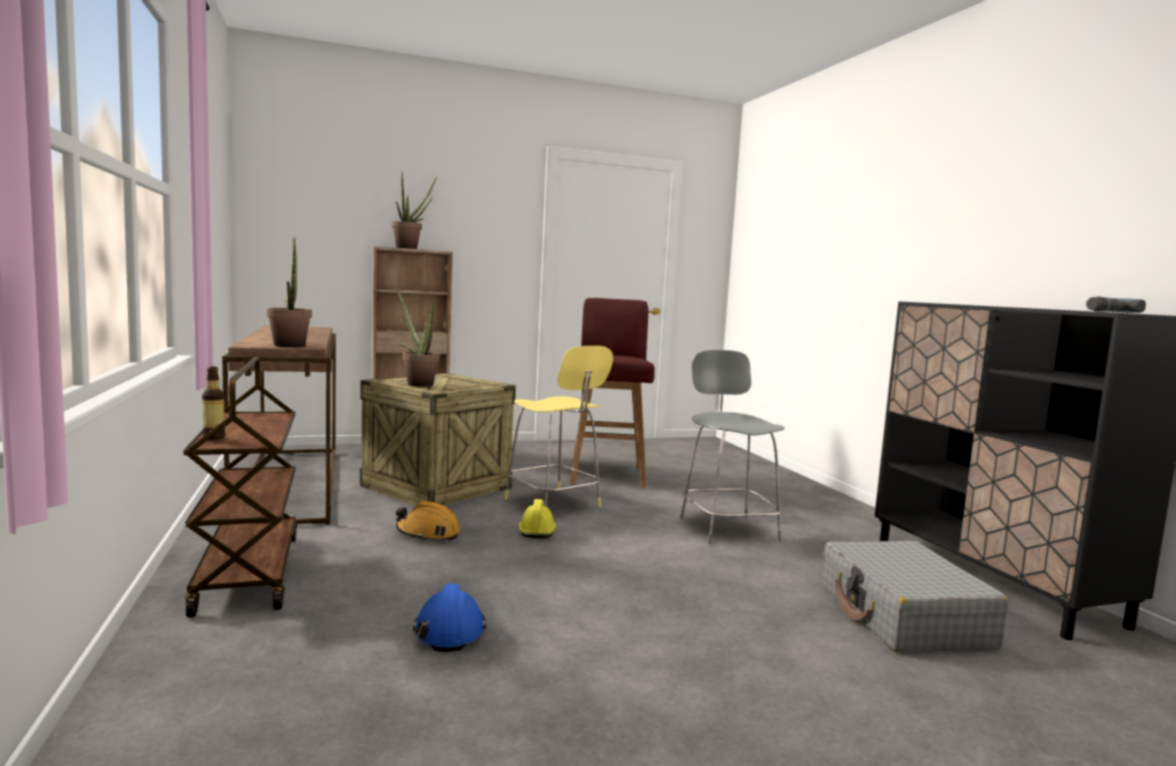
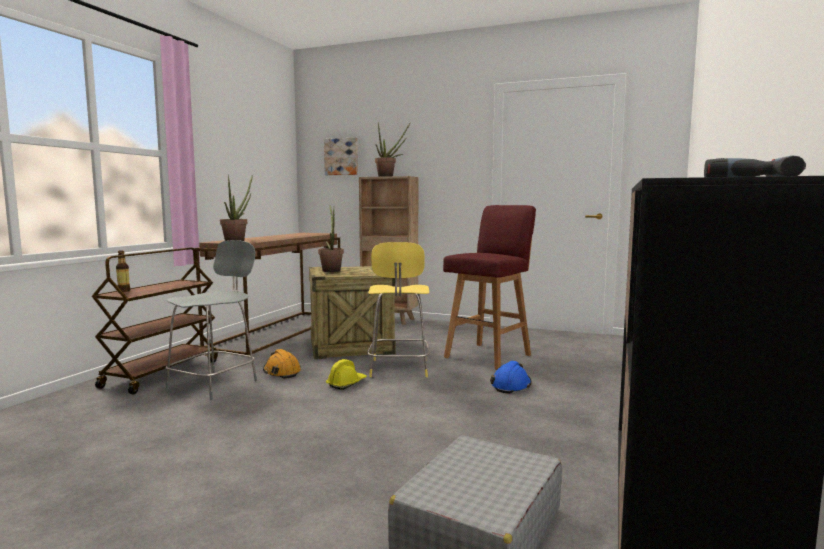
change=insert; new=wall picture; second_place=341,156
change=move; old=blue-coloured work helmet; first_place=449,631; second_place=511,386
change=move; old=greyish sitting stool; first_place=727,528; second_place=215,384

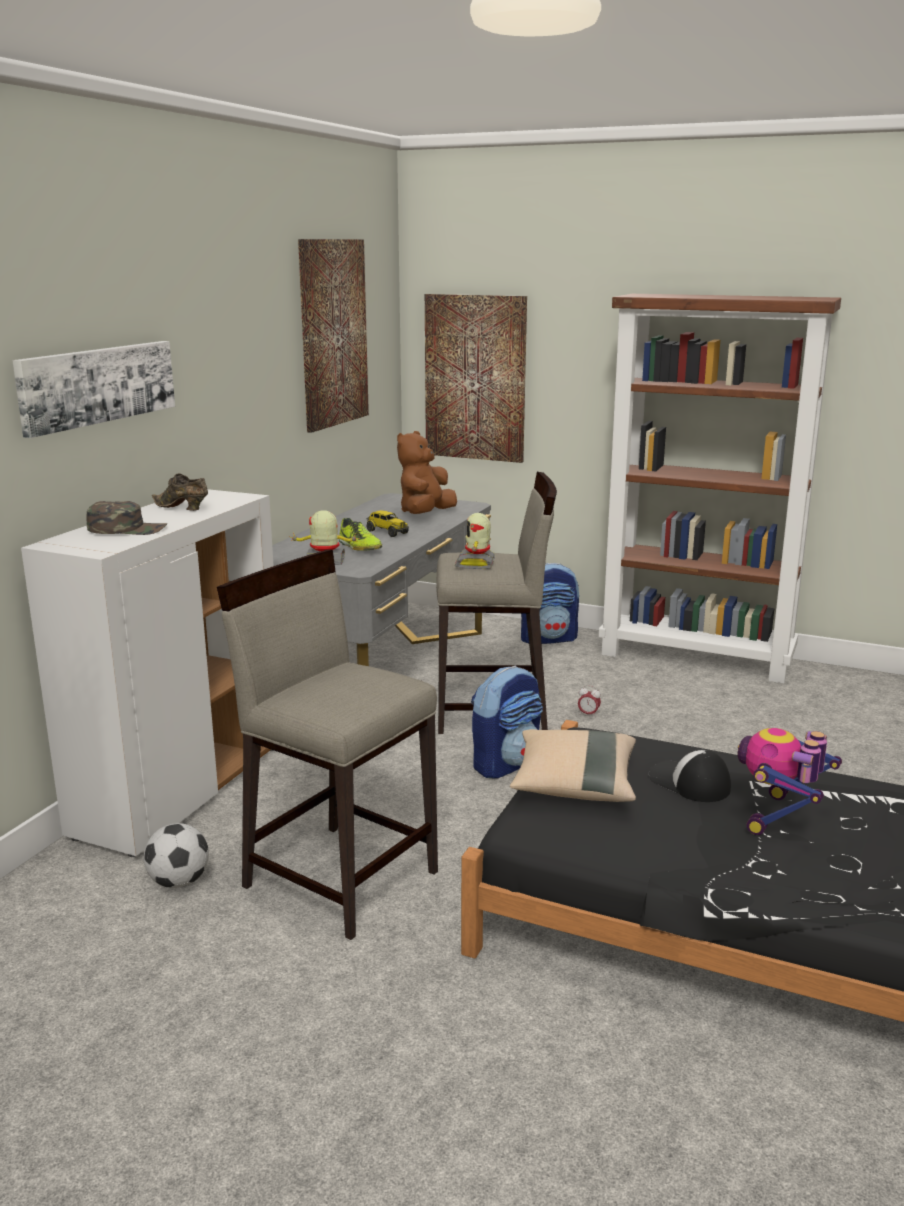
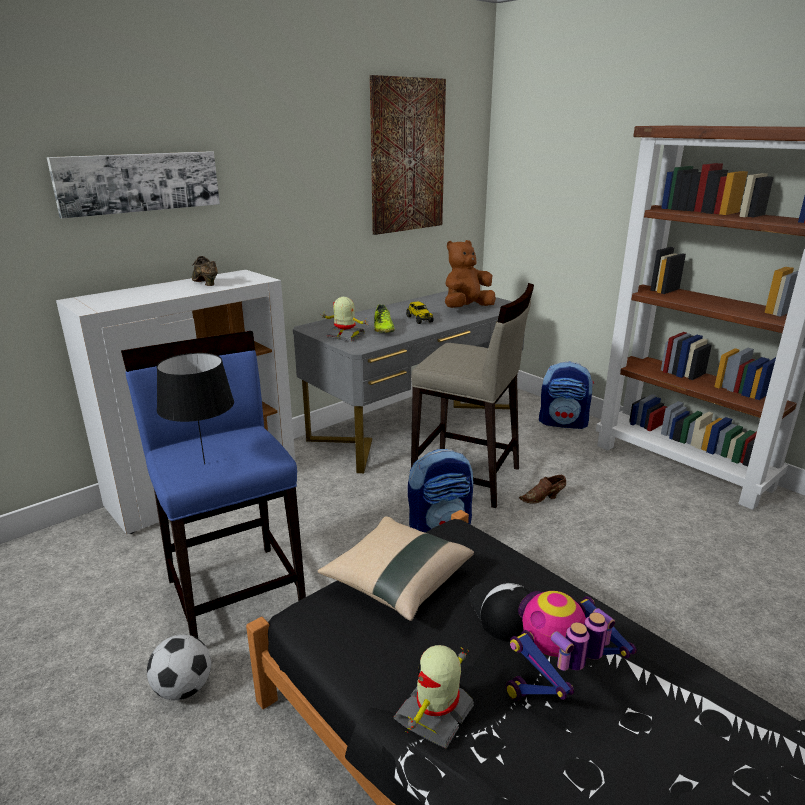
change=delete; old=green-coloured cap; first_place=127,529
change=delete; old=wall picture; first_place=475,378
change=insert; new=black-coloured lamp for a table; second_place=204,463
change=move; old=ball for football; first_place=179,882; second_place=183,688
change=move; old=robot figure; first_place=476,563; second_place=436,715
change=replace; old=bedside clock; new=brown item of footwear; first_place=588,714; second_place=543,498
change=recolor; old=sand-coloured sitting stool; new=blue-coloured sitting stool; first_place=340,877; second_place=236,594

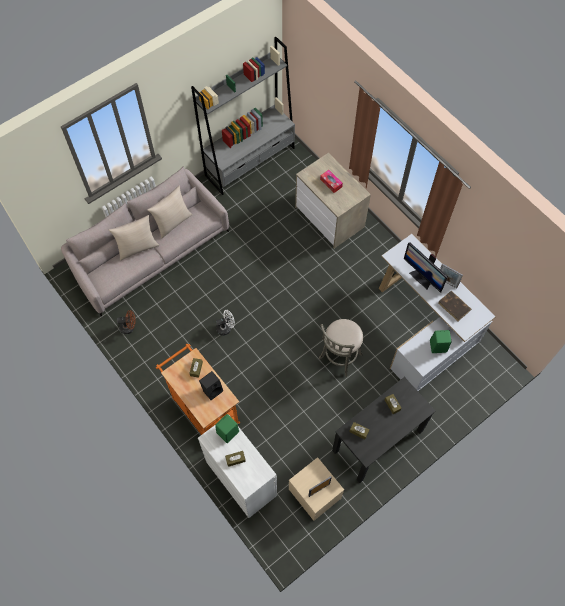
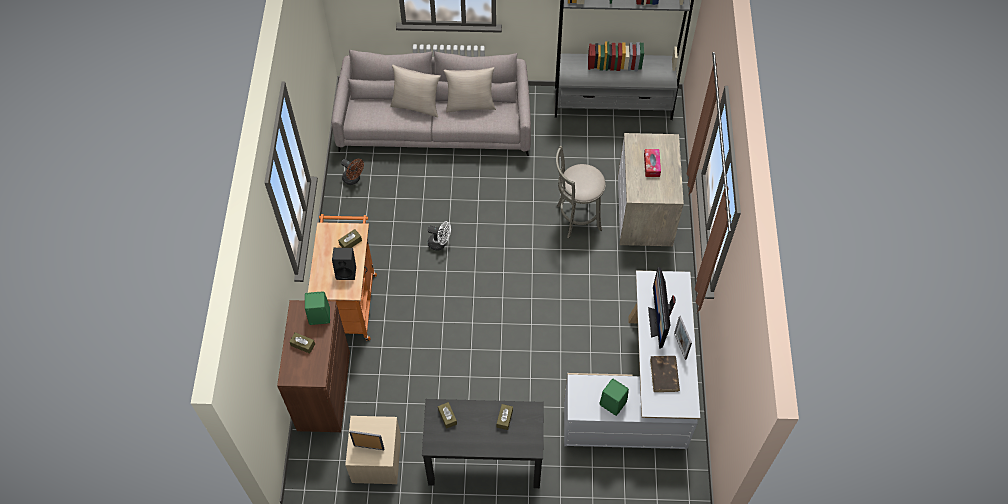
change=move; old=greyish sitting stool; first_place=339,358; second_place=576,218
change=recolor; old=white-coloured cupboard; new=brown cupboard; first_place=241,478; second_place=323,390

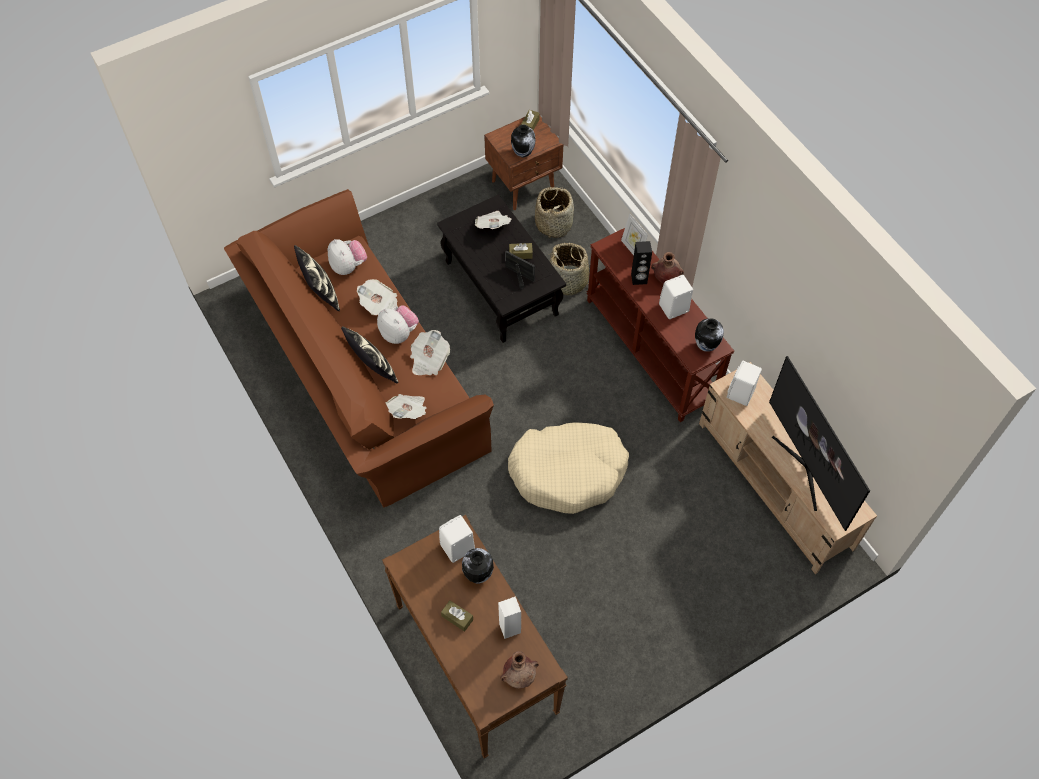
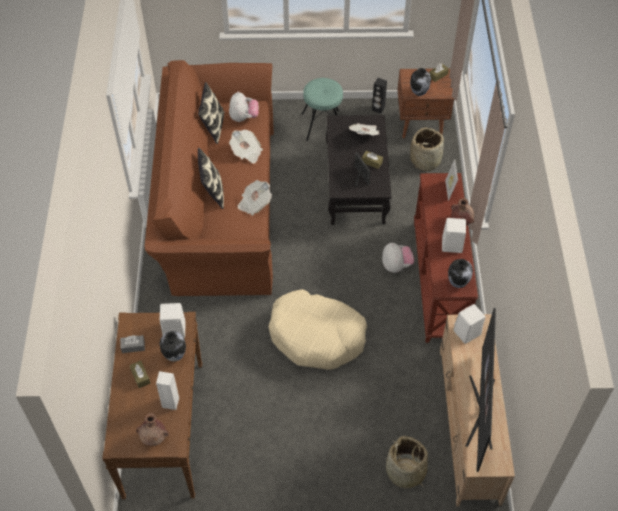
change=delete; old=daily paper; first_place=408,411
change=insert; new=greyish tissue box; second_place=133,346
change=insert; new=turquoise sitting stool; second_place=322,125
change=move; old=plush toy; first_place=399,333; second_place=396,266
change=move; old=basket; first_place=568,281; second_place=405,471
change=move; old=black-coloured loudspeaker; first_place=639,279; second_place=378,109

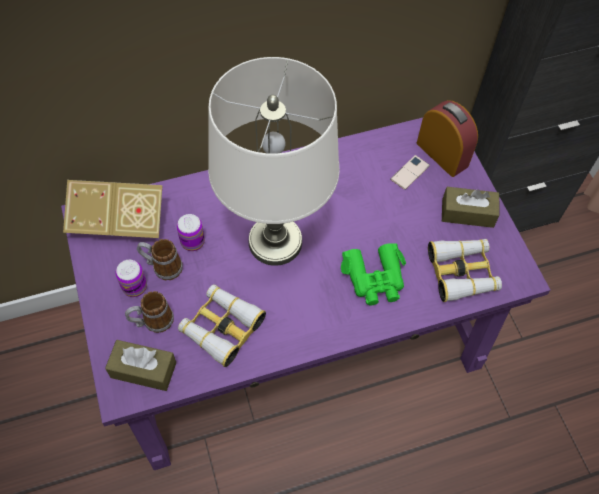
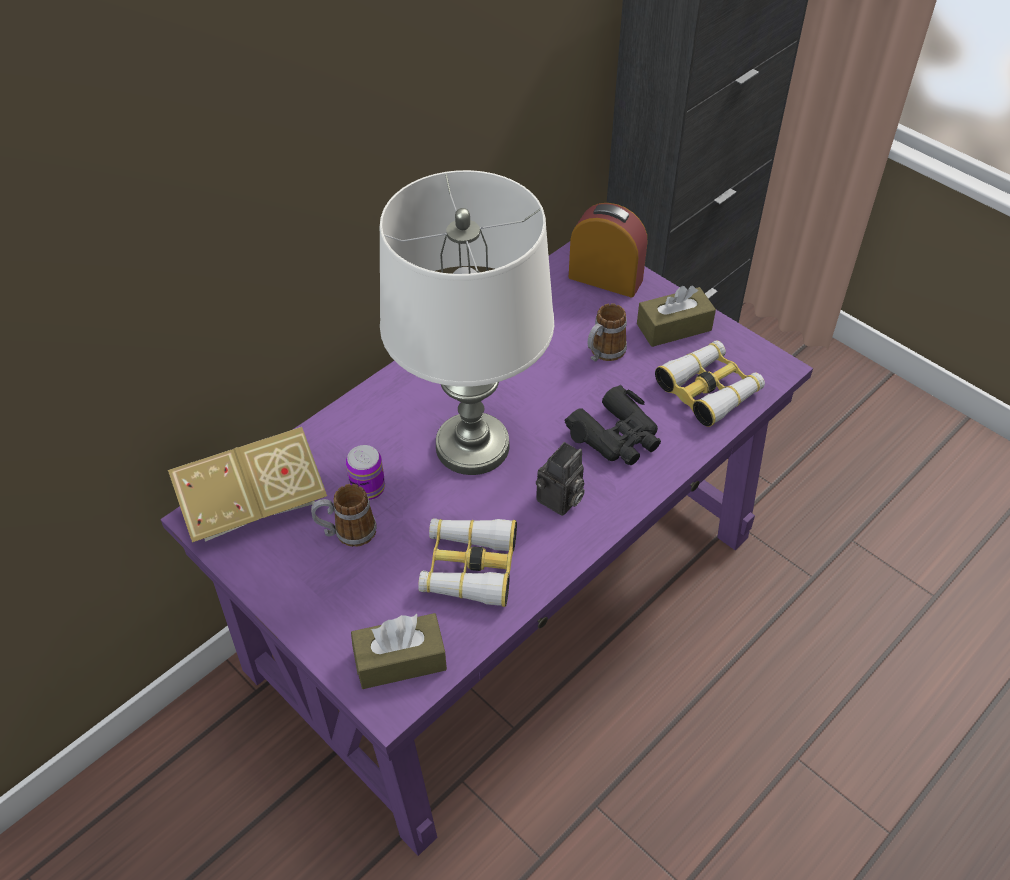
change=delete; old=sealed can; first_place=134,286
change=delete; old=handset; first_place=410,172
change=insert; new=still camera; second_place=560,501
change=move; old=mug; first_place=152,322; second_place=603,353
change=recolor; old=green-coloured binoculars; new=black-coloured binoculars; first_place=375,279; second_place=617,436

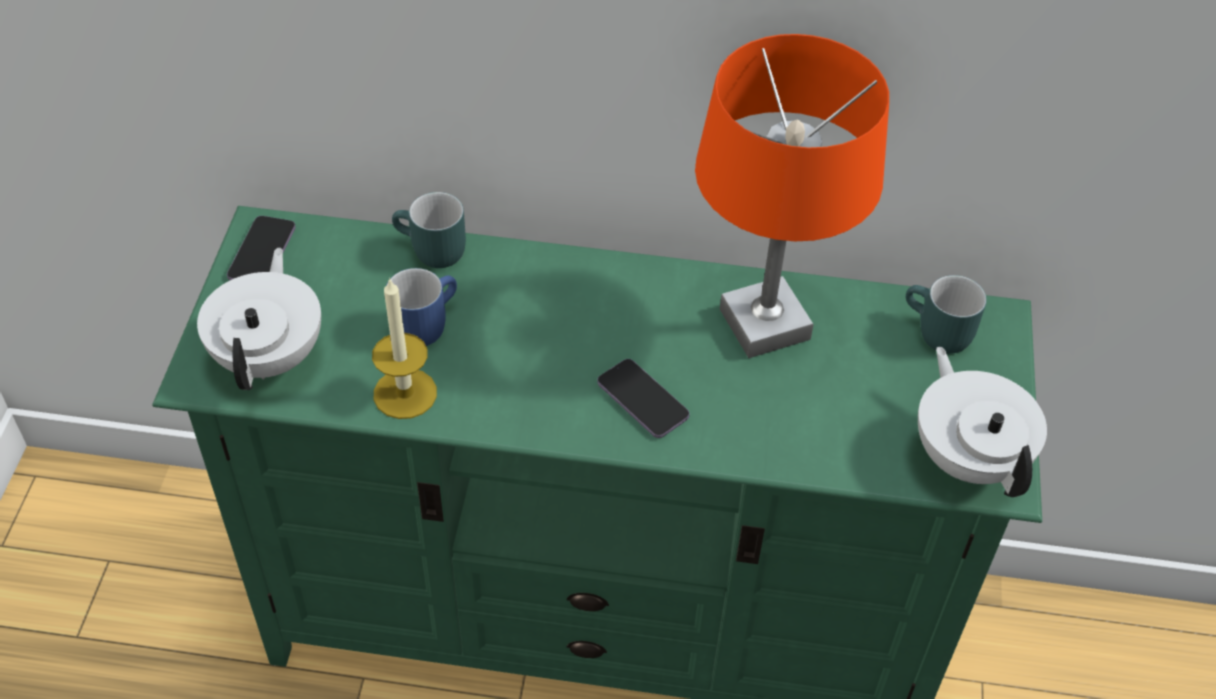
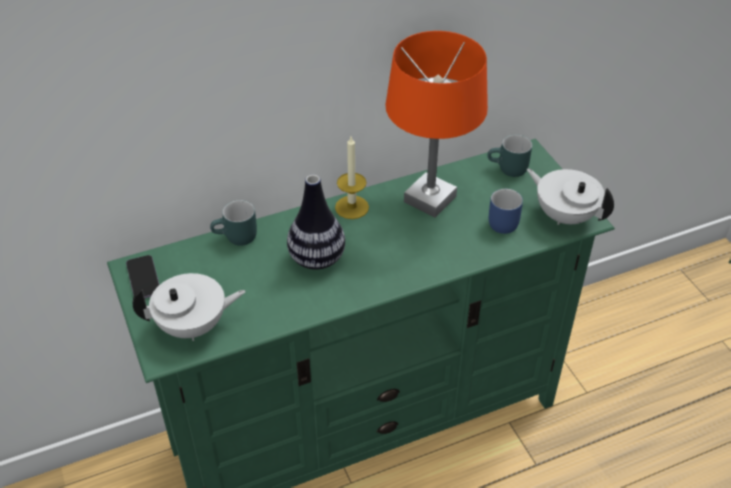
change=delete; old=handset; first_place=642,400
change=insert; new=vase; second_place=317,259
change=move; old=candle; first_place=405,393; second_place=352,207
change=move; old=blue-coloured mug; first_place=423,322; second_place=501,220
change=rotate; old=white-coloured pot for tea; first_place=270,356; second_place=193,326; degrees=105

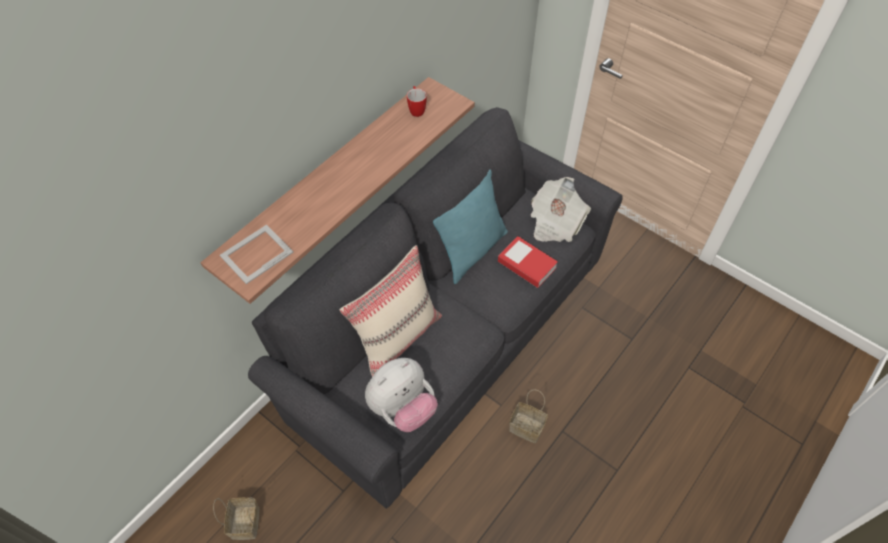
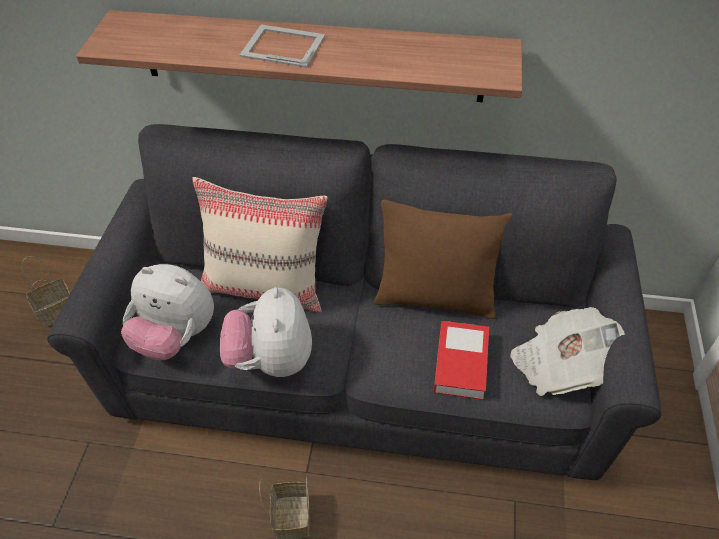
change=delete; old=mug; first_place=416,109
change=insert; new=plush toy; second_place=271,358
change=move; old=standing frame; first_place=255,254; second_place=282,45
change=recolor; old=turquoise throw pillow; new=brown throw pillow; first_place=472,251; second_place=435,298

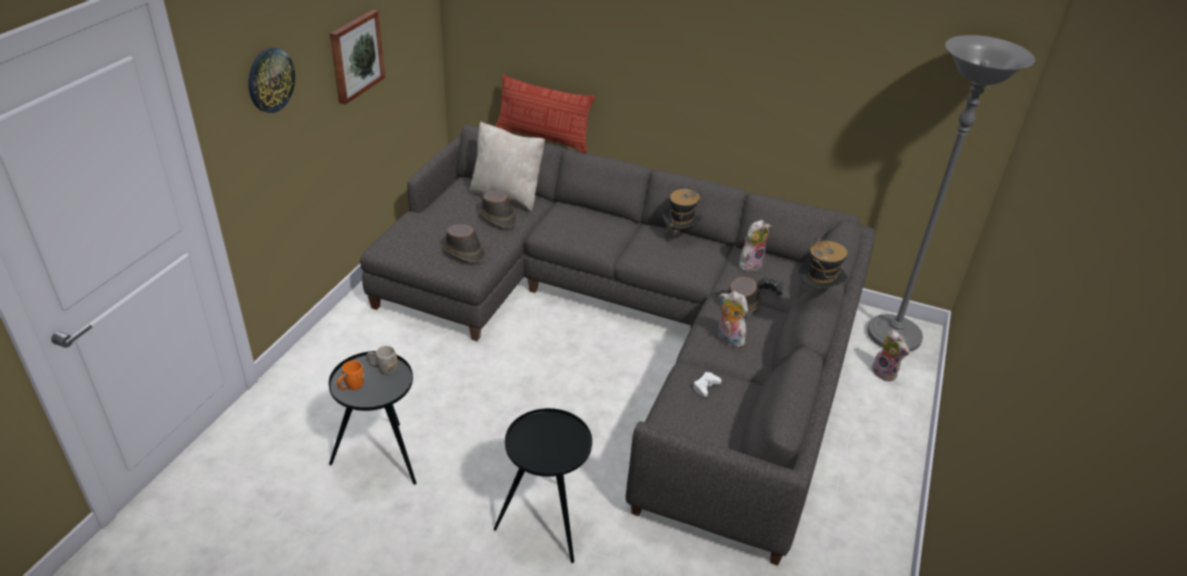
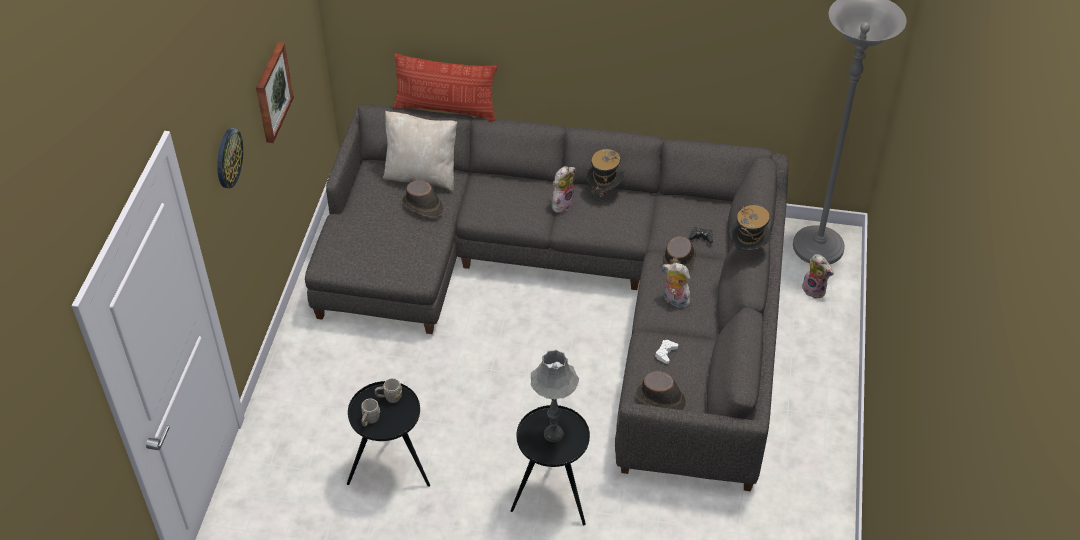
change=insert; new=greyish lamp for a table; second_place=554,434
change=move; old=brown hat; first_place=463,252; second_place=661,399
change=move; old=plush toy; first_place=750,264; second_place=562,203
change=recolor; old=orange mug; new=greyish mug; first_place=351,387; second_place=370,420

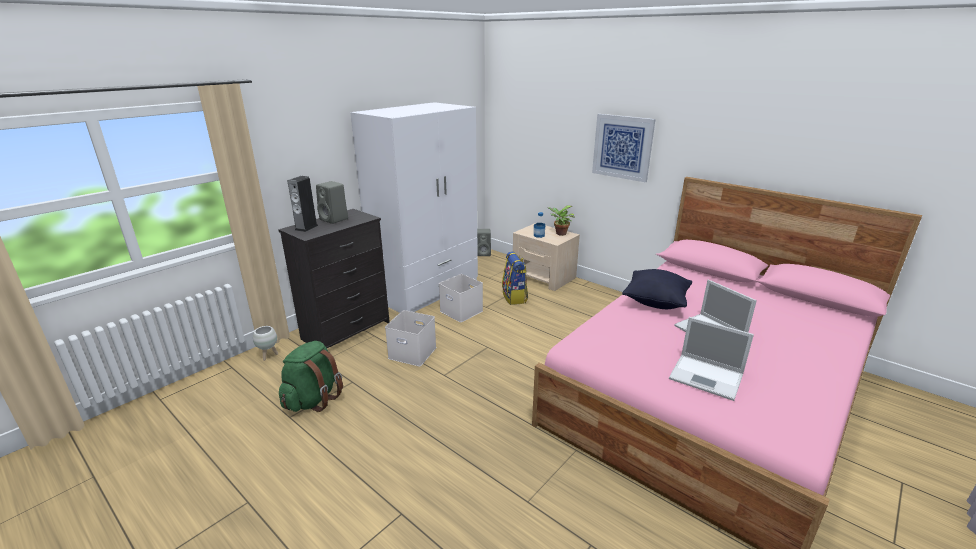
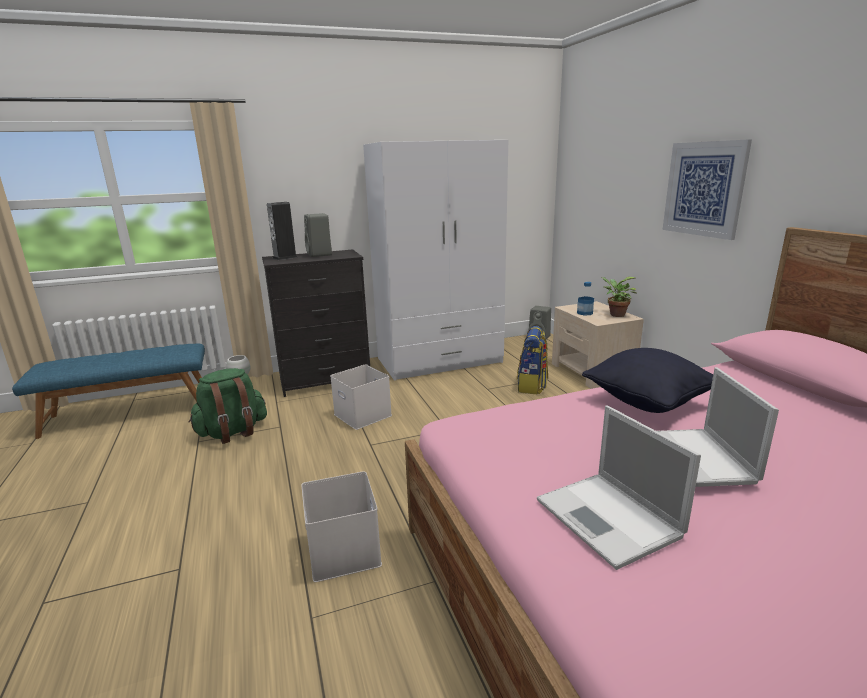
change=insert; new=blue-coloured long seat; second_place=130,412
change=move; old=white-coloured storage bin; first_place=460,311; second_place=342,550

